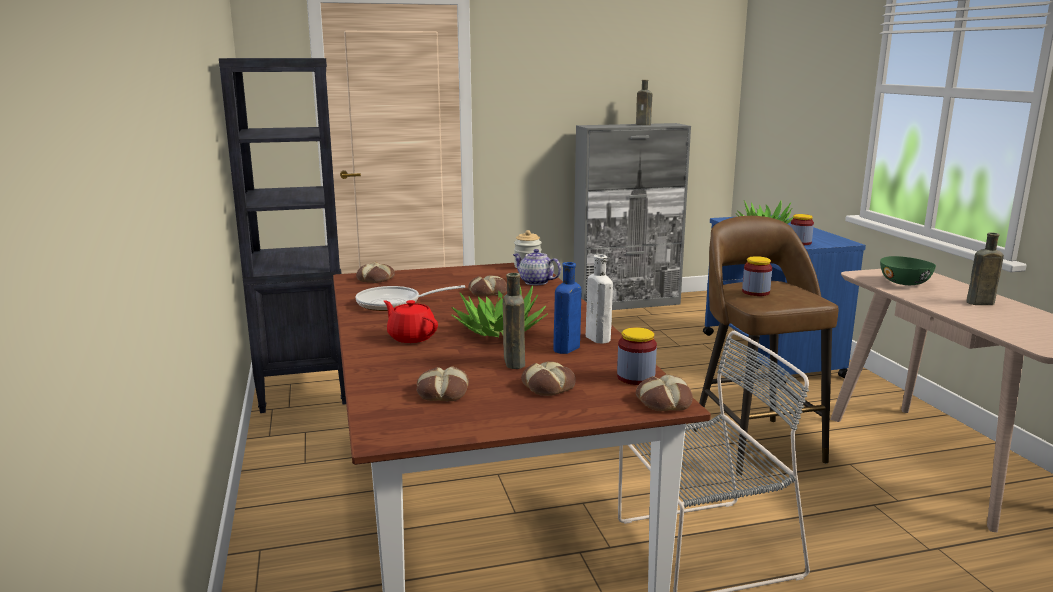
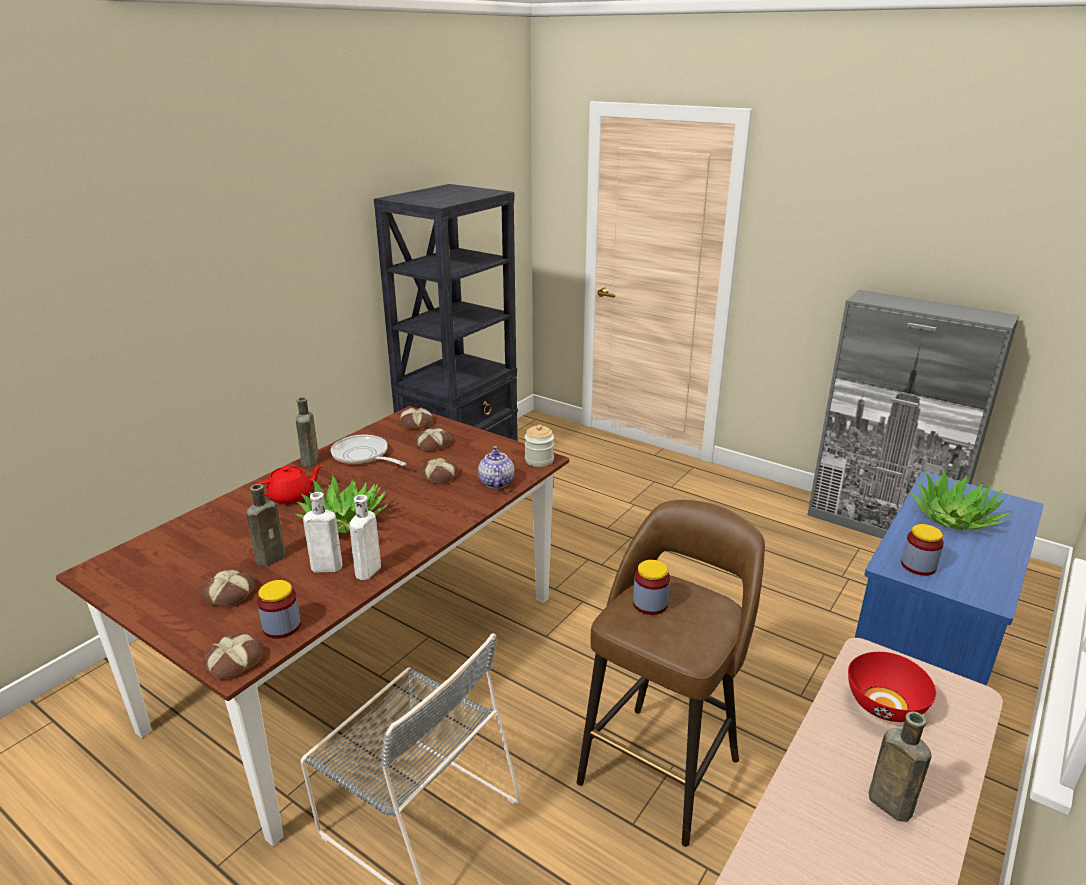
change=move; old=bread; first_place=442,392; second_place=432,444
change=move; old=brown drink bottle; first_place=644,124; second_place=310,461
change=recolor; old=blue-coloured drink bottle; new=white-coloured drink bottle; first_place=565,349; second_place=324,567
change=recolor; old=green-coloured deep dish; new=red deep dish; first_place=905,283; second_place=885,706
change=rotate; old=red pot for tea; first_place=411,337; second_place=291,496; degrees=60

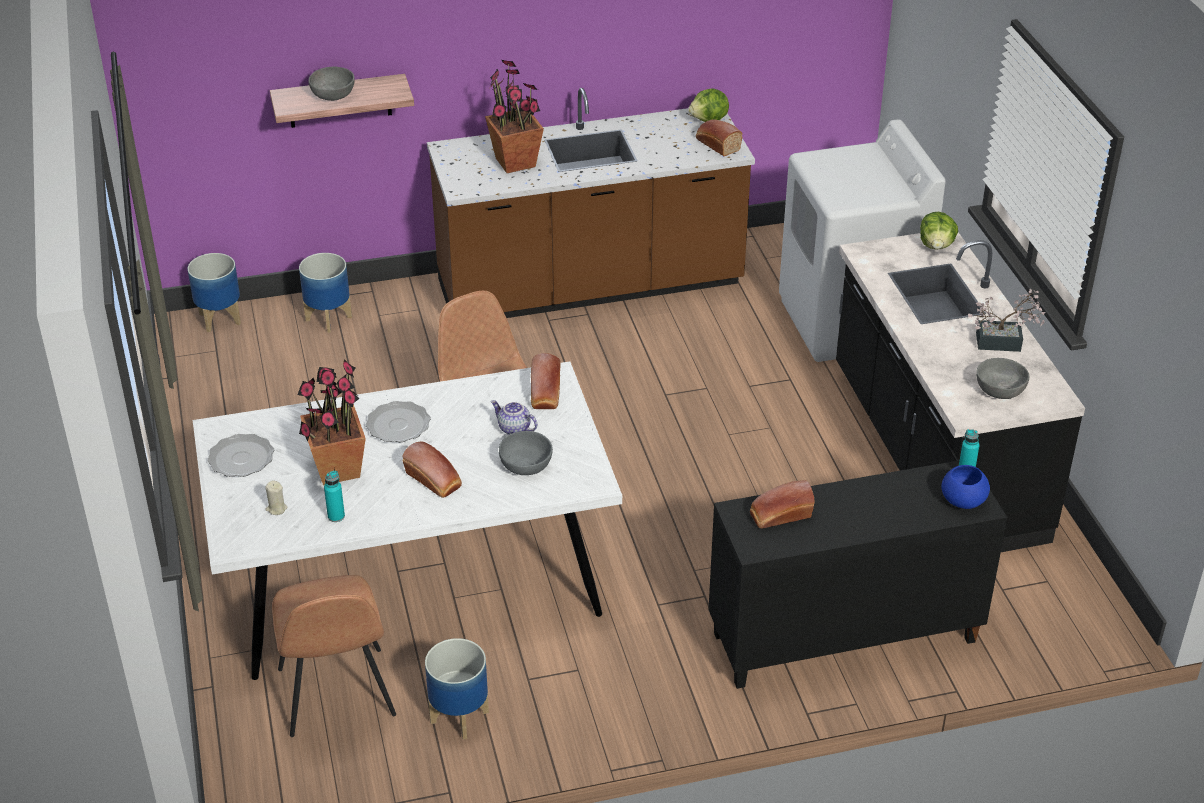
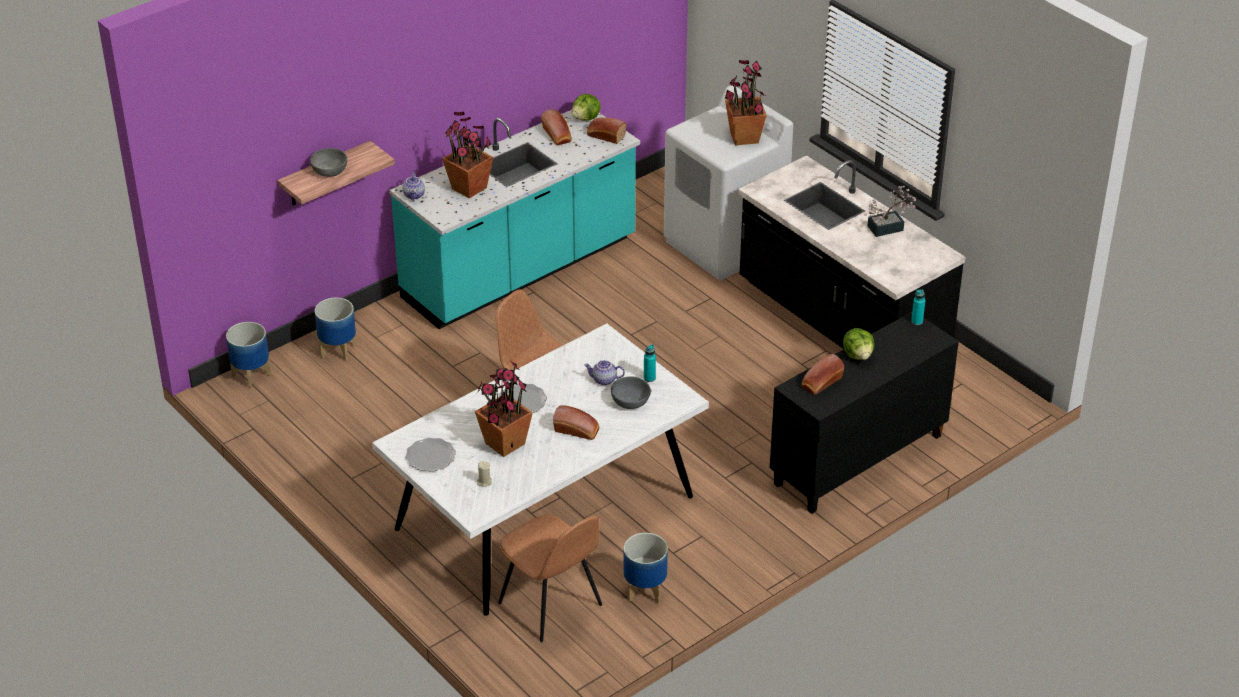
change=delete; old=blue-coloured deep dish; first_place=962,500
change=delete; old=greyish deep dish; first_place=1000,389
change=insert; new=pot for tea; second_place=414,195
change=insert; new=houseplant; second_place=743,137
change=move; old=turquoise drink bottle; first_place=336,516; second_place=649,378
change=move; old=bread; first_place=545,394; second_place=557,135
change=move; old=lettuce; first_place=936,246; second_place=858,355
change=recolor; old=brown kitchen base unit; new=turquoise kitchen base unit; first_place=590,287; second_place=520,270

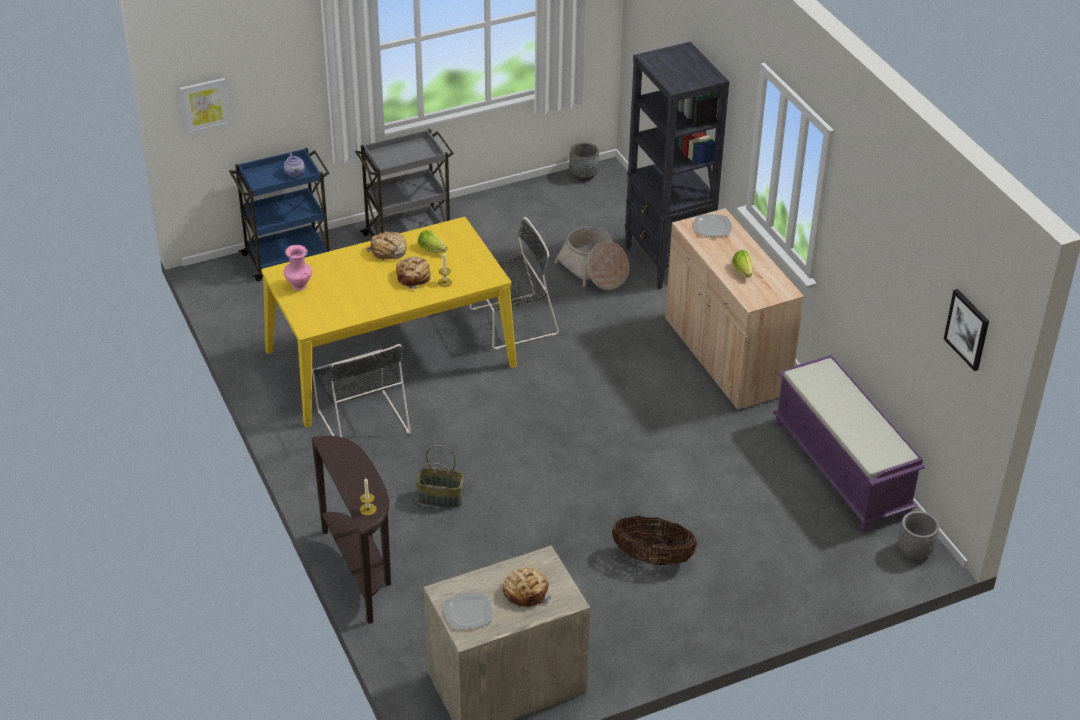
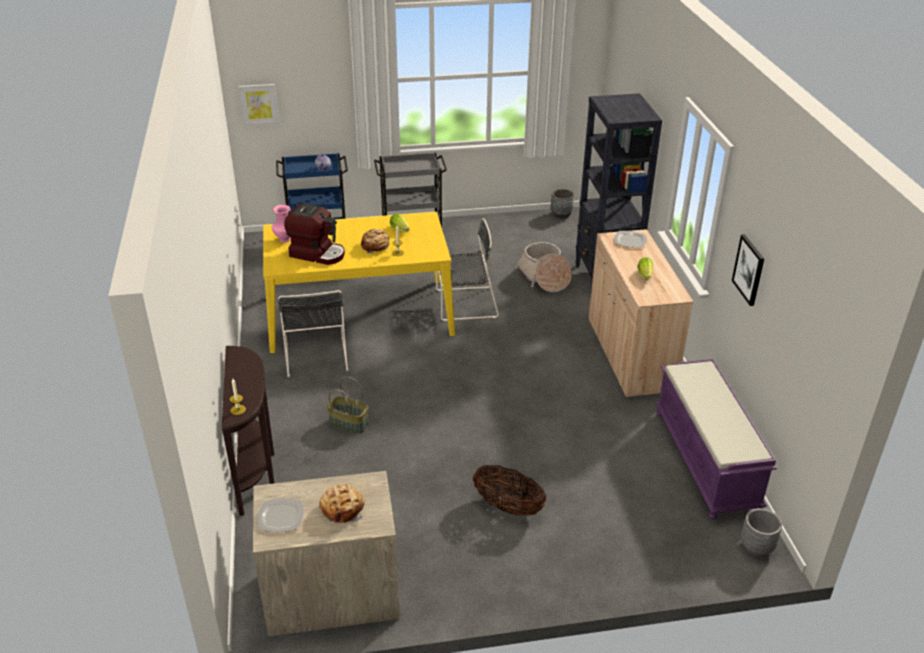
change=delete; old=bread; first_place=388,251
change=insert; new=coffee maker; second_place=317,253
change=move; old=wall picture; first_place=967,329; second_place=749,269

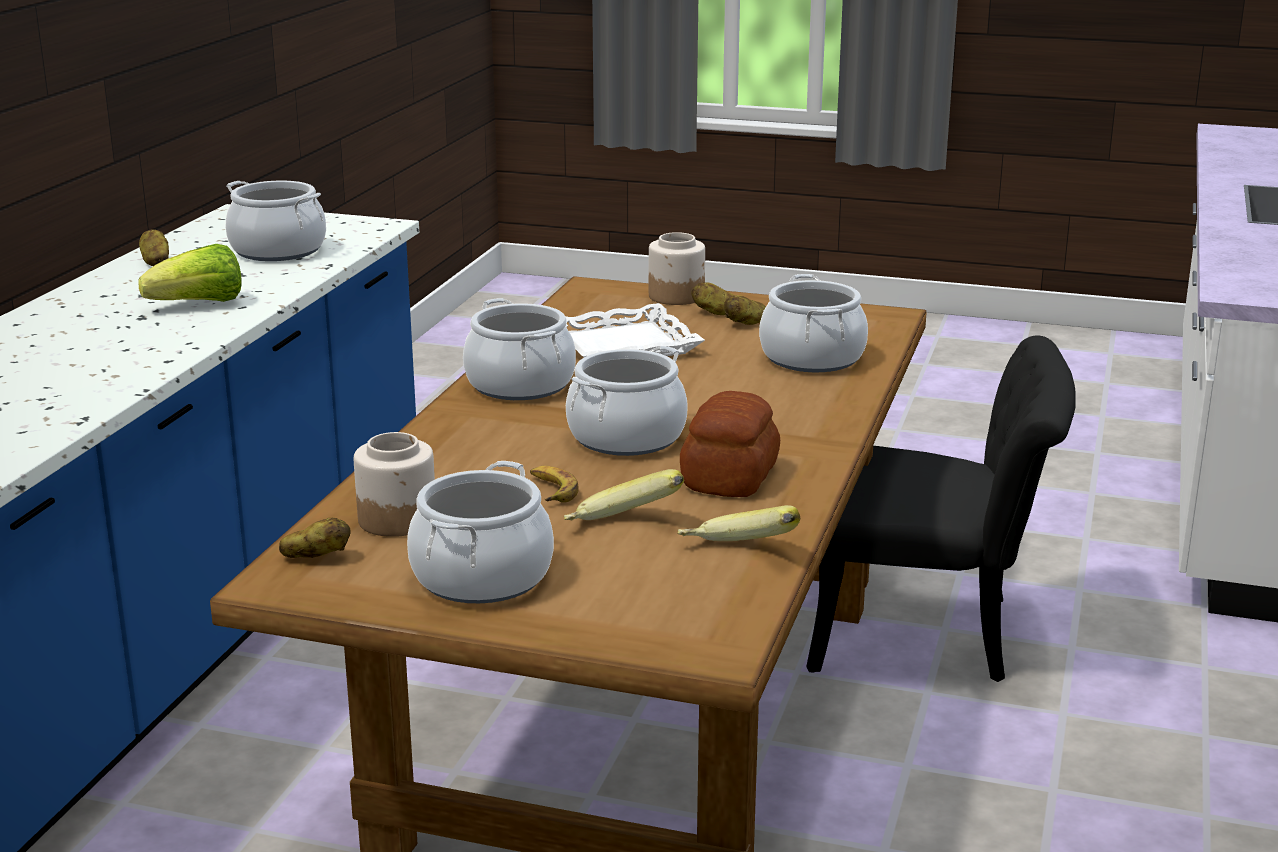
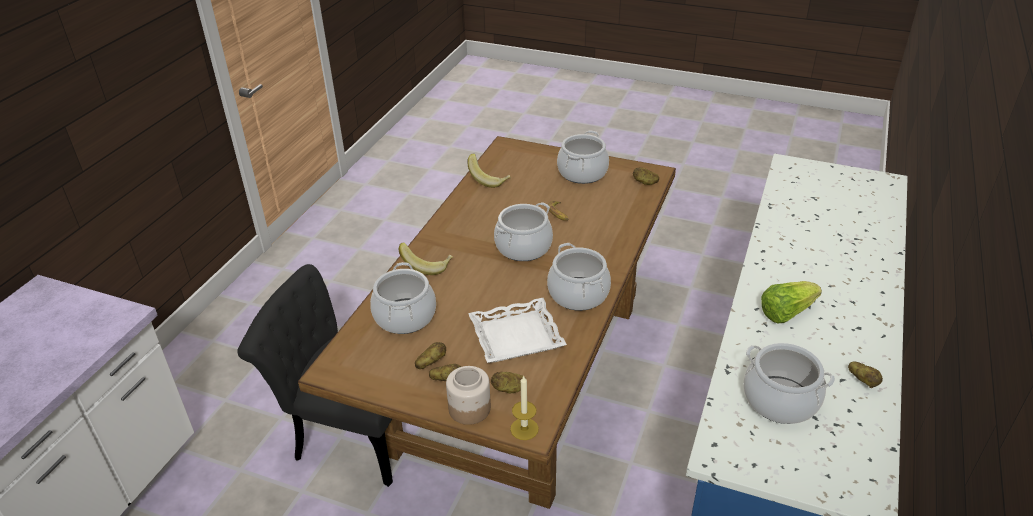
change=delete; old=jar; first_place=398,519
change=delete; old=bread; first_place=732,476
change=insert; new=spud; second_place=509,389
change=insert; new=candle; second_place=524,429
change=move; old=whole banana; first_place=622,527; second_place=427,266

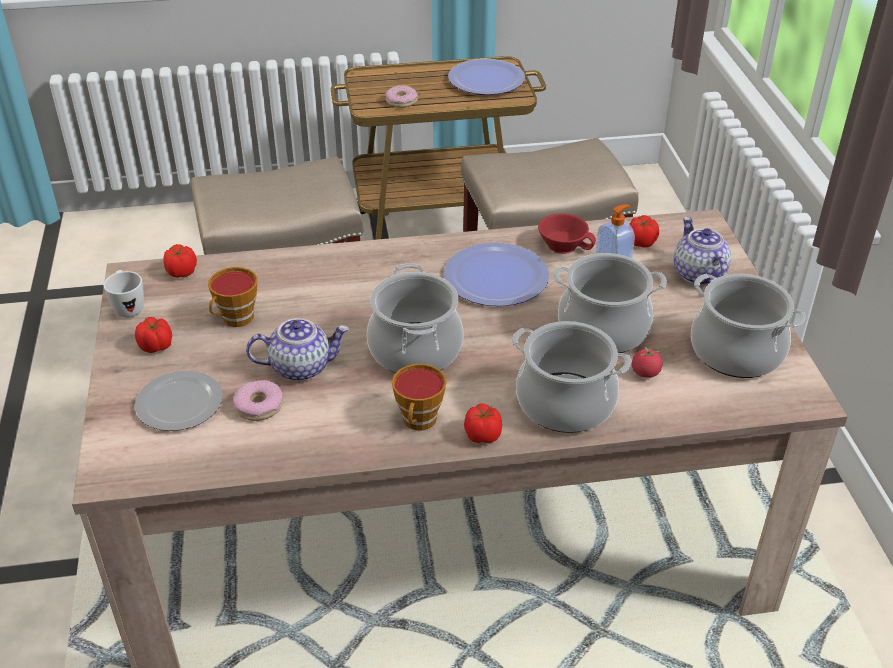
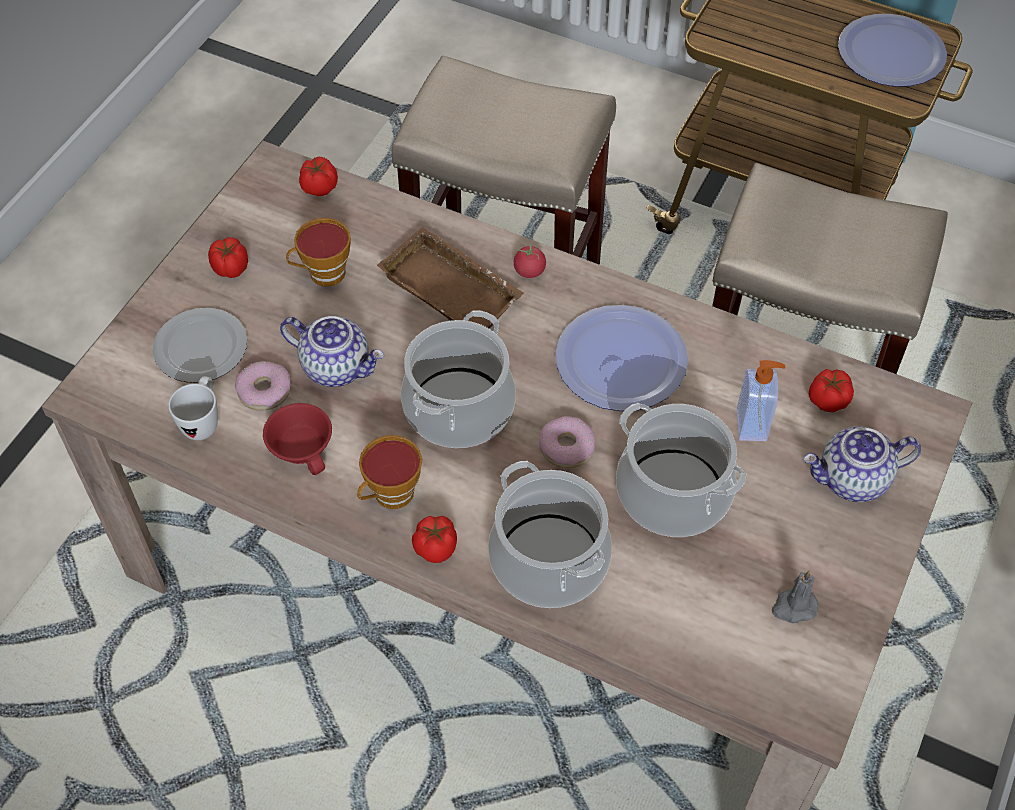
change=insert; new=brown tray; second_place=454,289
change=move; old=white-coloured mug; first_place=128,307; second_place=203,421
change=move; old=ring doughnut; first_place=401,101; second_place=567,447
change=move; old=red small cup; first_place=564,244; second_place=304,448
change=move; old=tomato; first_place=645,372; second_place=529,271
change=replace; old=saucepot; new=greyish candle; first_place=736,352; second_place=793,607
change=rotate; old=pot for tea; first_place=697,274; second_place=852,480; degrees=-120

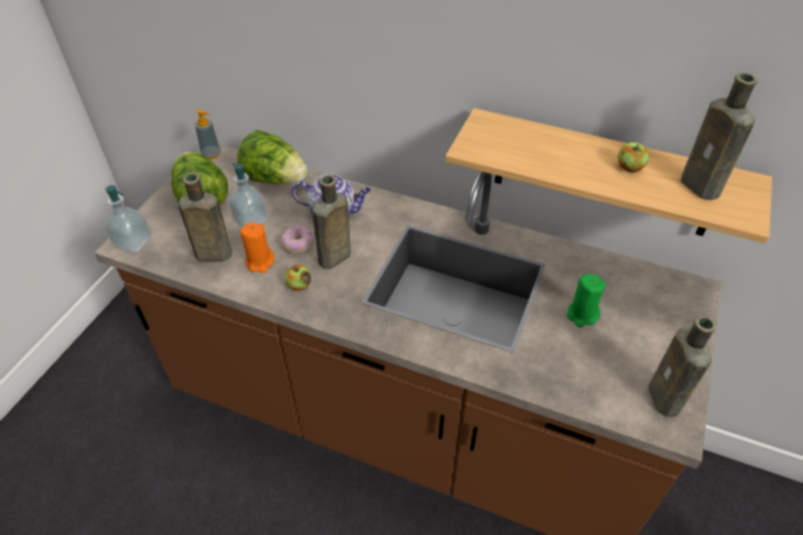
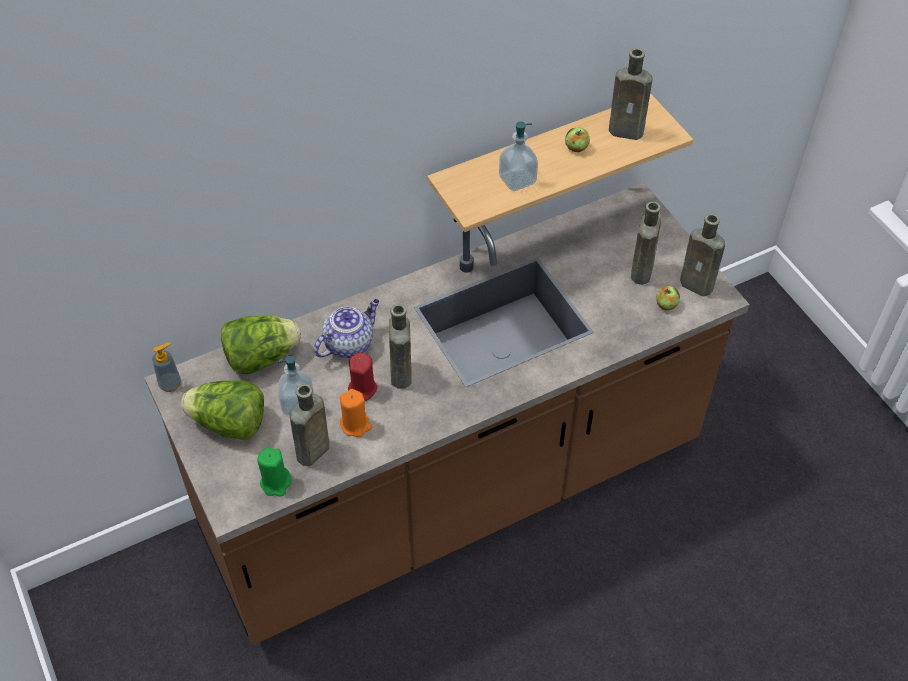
change=insert; new=brown drink bottle; second_place=642,270
change=move; old=soap dispenser; first_place=133,242; second_place=517,180
change=move; old=whole apple; first_place=299,285; second_place=666,305
change=move; old=green-coloured candle; first_place=582,314; second_place=276,483
change=replace; old=ring doughnut; new=red candle; first_place=298,245; second_place=362,388

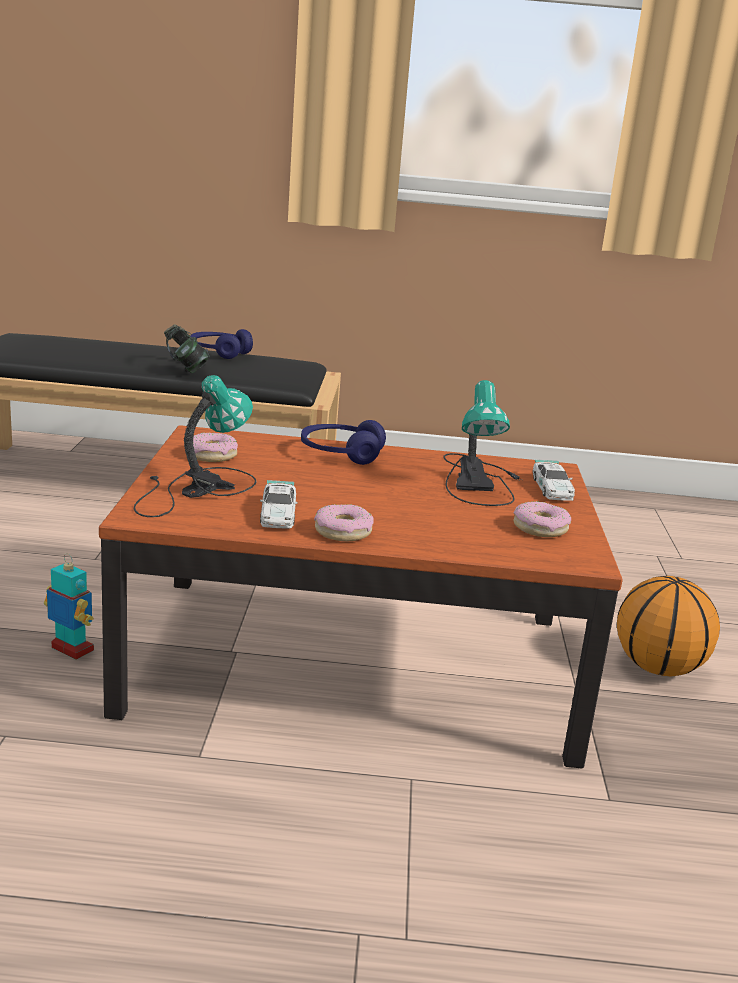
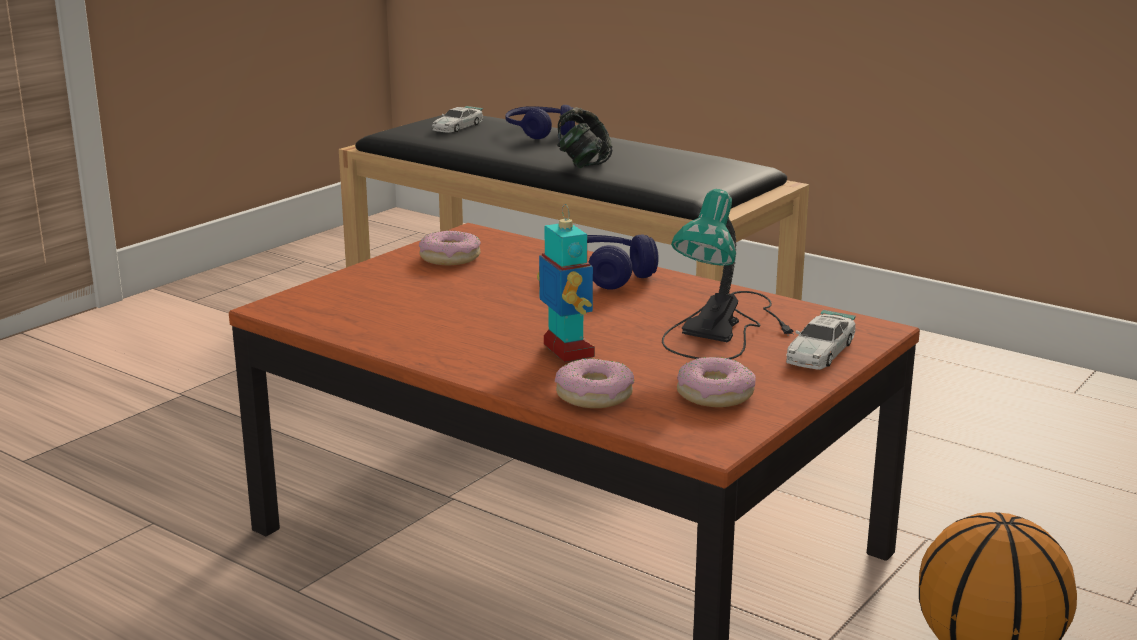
change=delete; old=lamp for a table; first_place=195,489
change=move; old=robot figure; first_place=71,649; second_place=567,351
change=move; old=blue-coloured pair of headphones; first_place=219,352; second_place=540,132
change=move; old=toy car; first_place=278,514; second_place=457,127
change=move; old=ring doughnut; first_place=342,531; second_place=594,395

